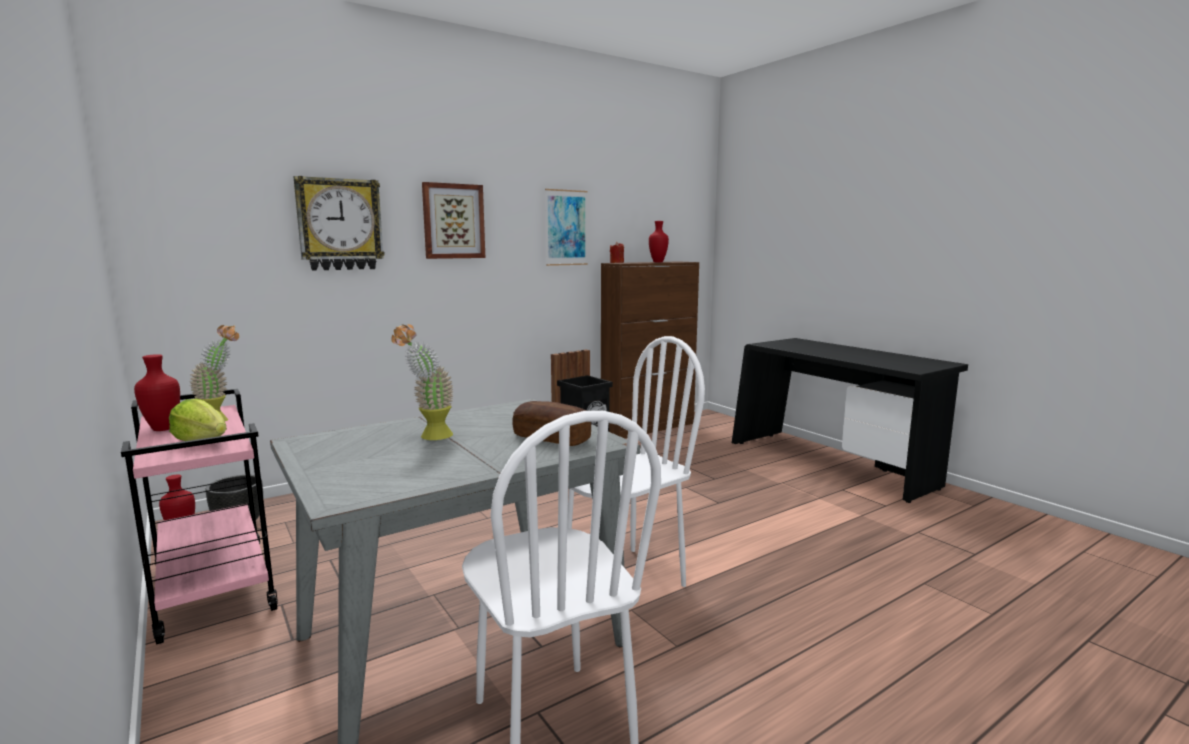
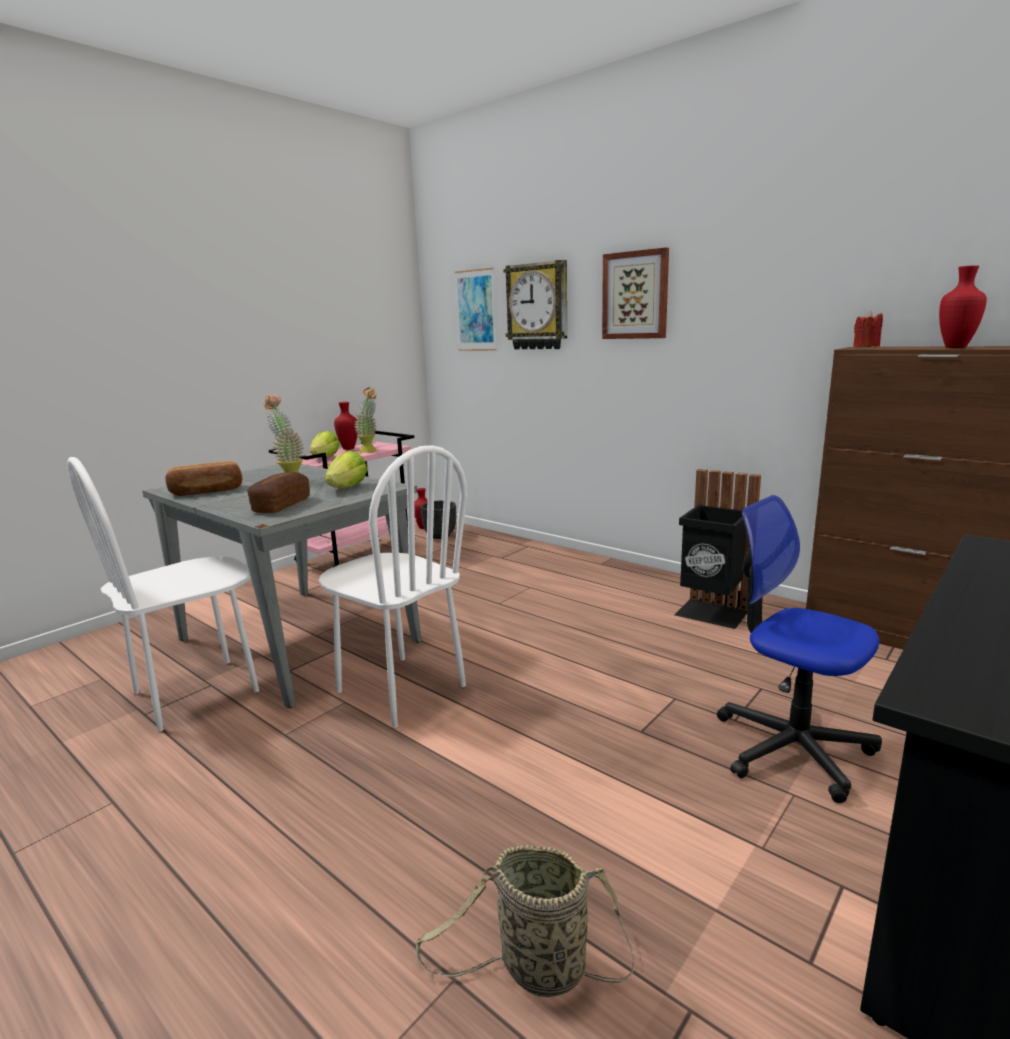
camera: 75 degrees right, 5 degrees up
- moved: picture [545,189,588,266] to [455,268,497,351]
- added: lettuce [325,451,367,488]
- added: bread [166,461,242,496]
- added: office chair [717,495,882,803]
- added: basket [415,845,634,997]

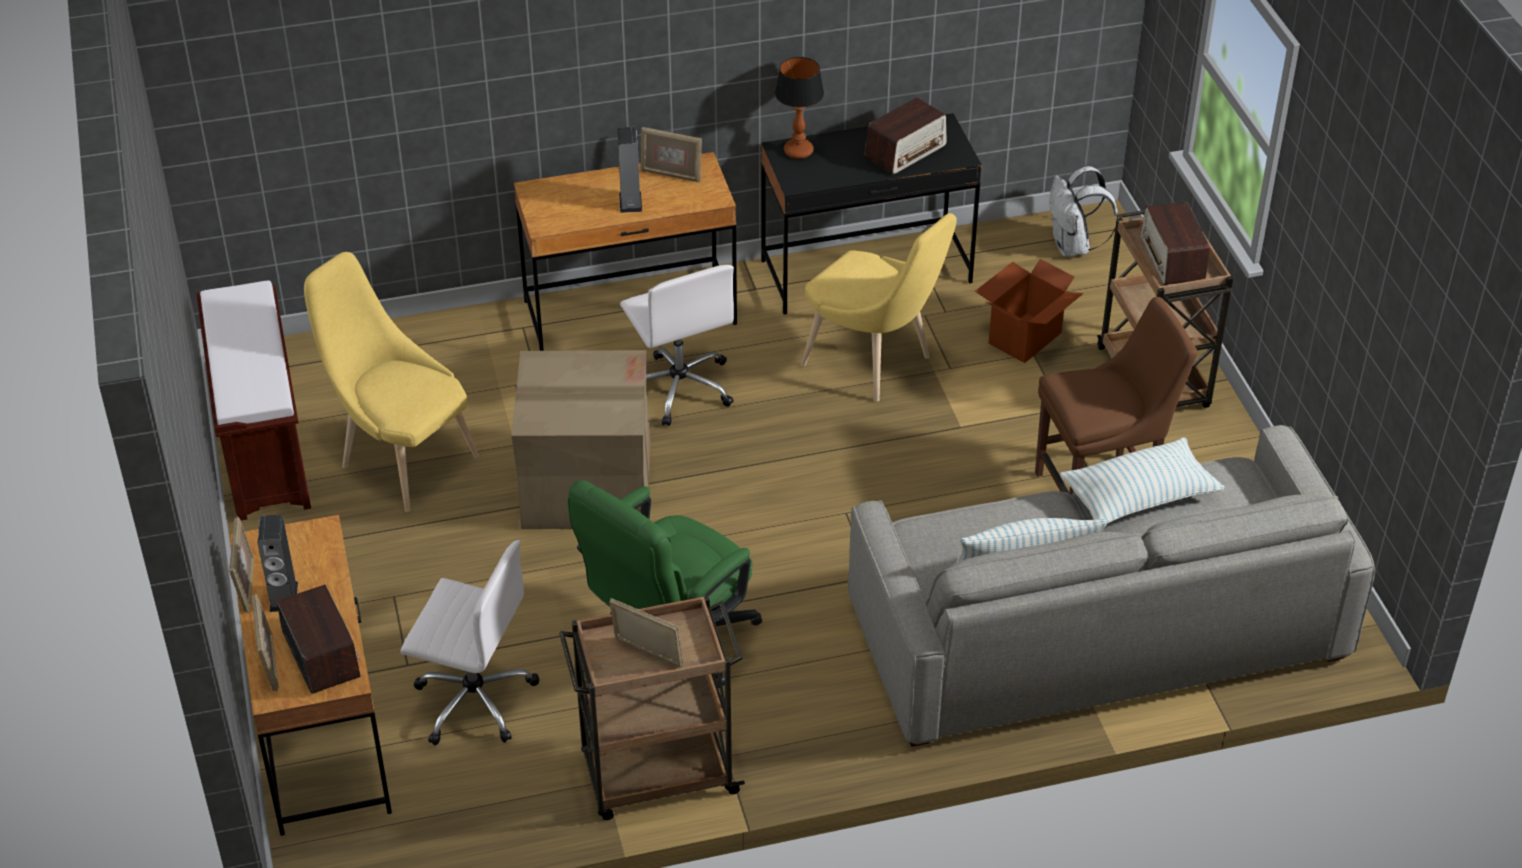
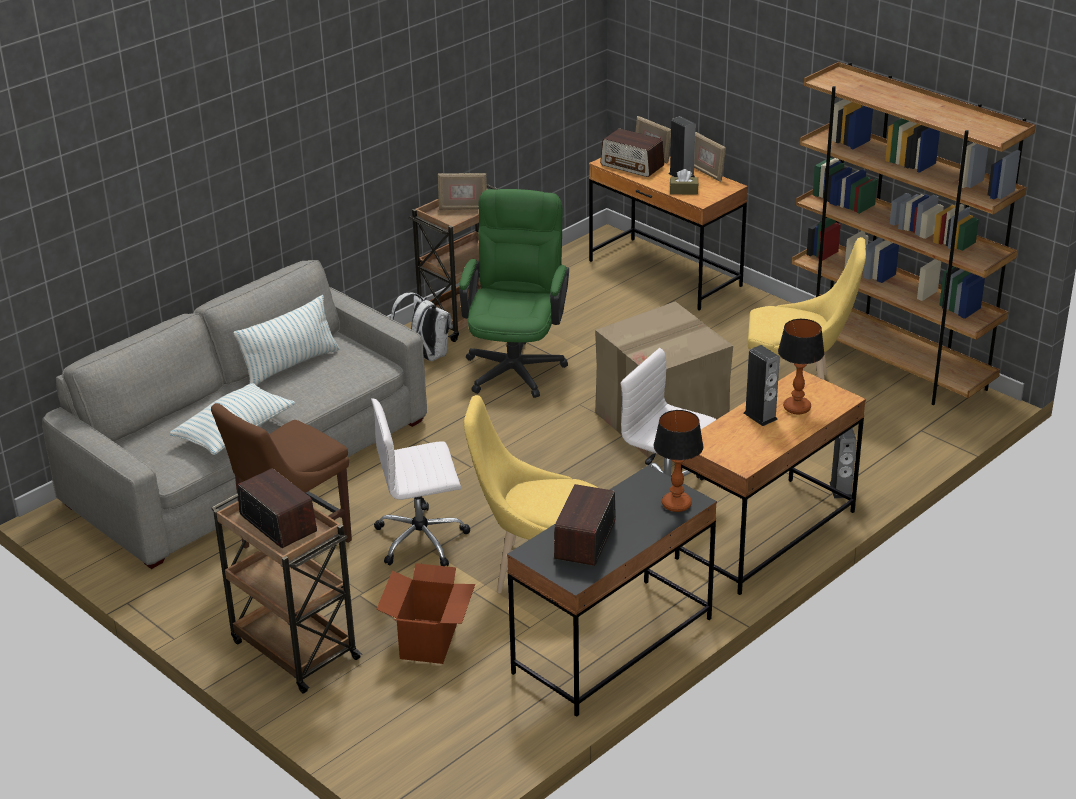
camera: 150 degrees right, 10 degrees down
- removed: picture frame [641,127,702,183]
- moved: white backpack [1049,166,1118,257] to [391,292,453,361]
- replaced: brown bench [196,281,311,520] to brown bookcase [792,62,1036,405]
- moved: white office chair [401,540,540,745] to [371,398,470,566]
- added: brown tissue box [670,169,699,195]
- added: table lamp [778,319,824,414]
- added: speaker [829,428,857,498]

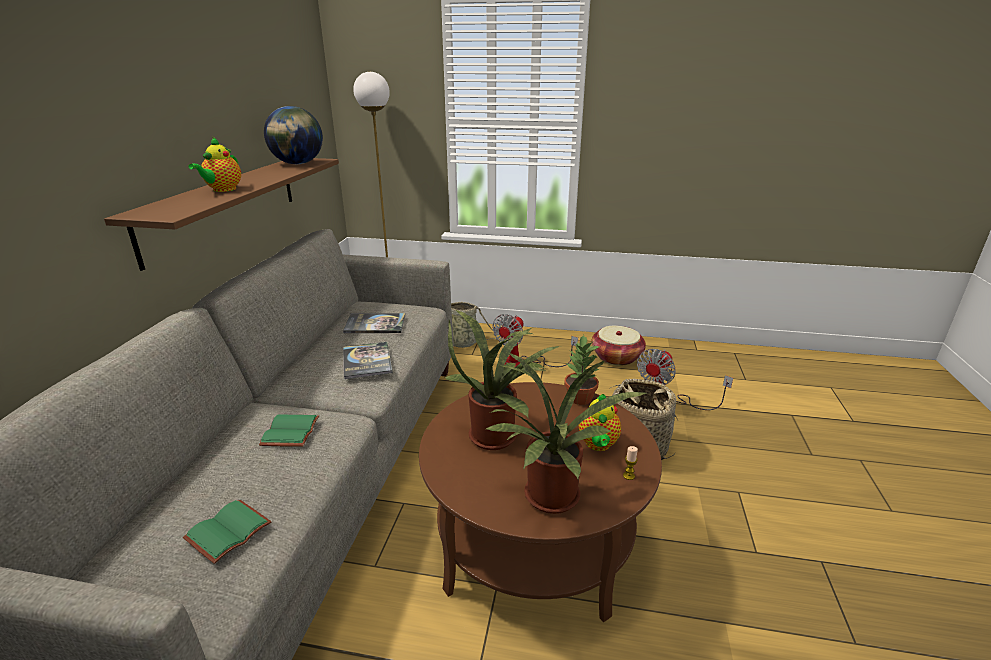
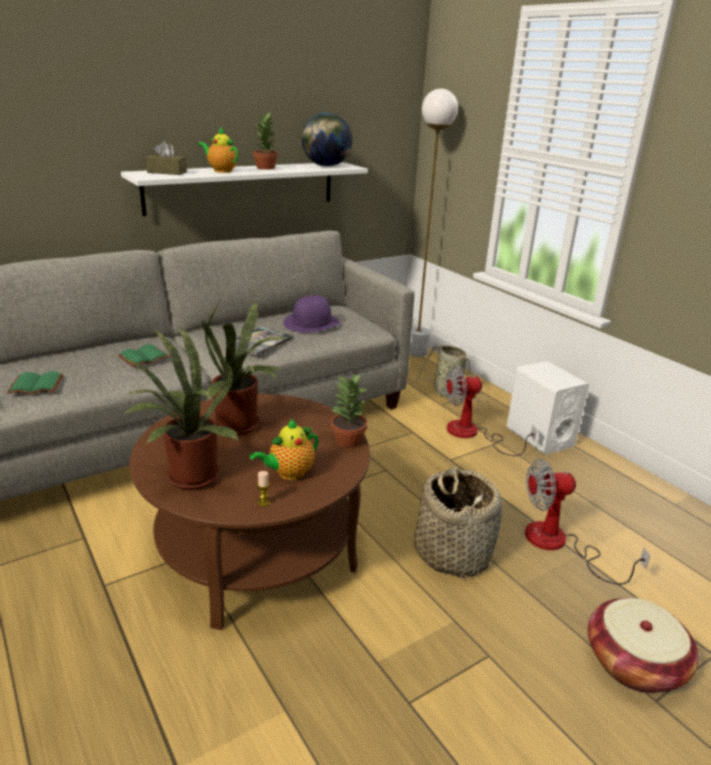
camera: 45 degrees right, 0 degrees up
- turned: teapot [188,137,241,192] = [198,127,239,173] 60 degrees clockwise
- recoloured: brown shelf [104,158,339,271] to white shelf [121,162,368,216]
- replaced: book [343,313,405,333] to purple hat [283,295,340,333]
- moved: basket [591,326,646,366] to [588,598,699,693]
- added: potted plant [253,113,278,170]
- added: brown tissue box [146,141,187,175]
- added: white speaker [507,361,589,455]

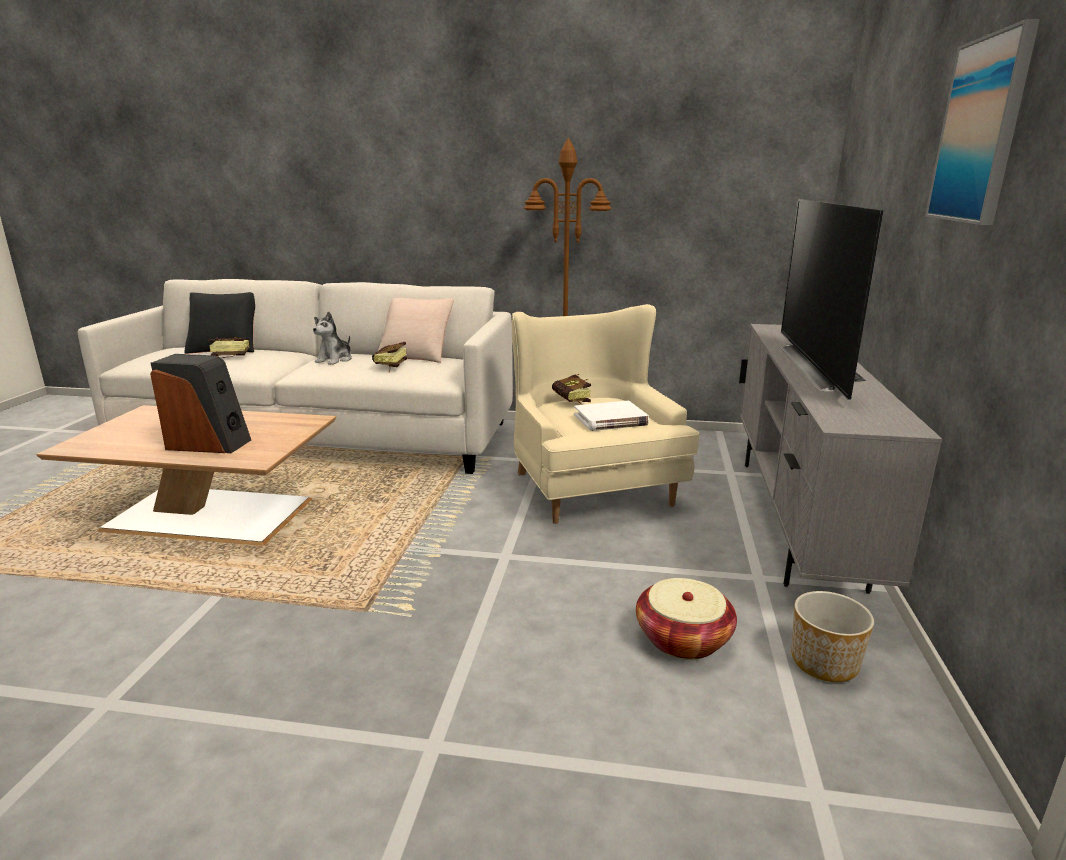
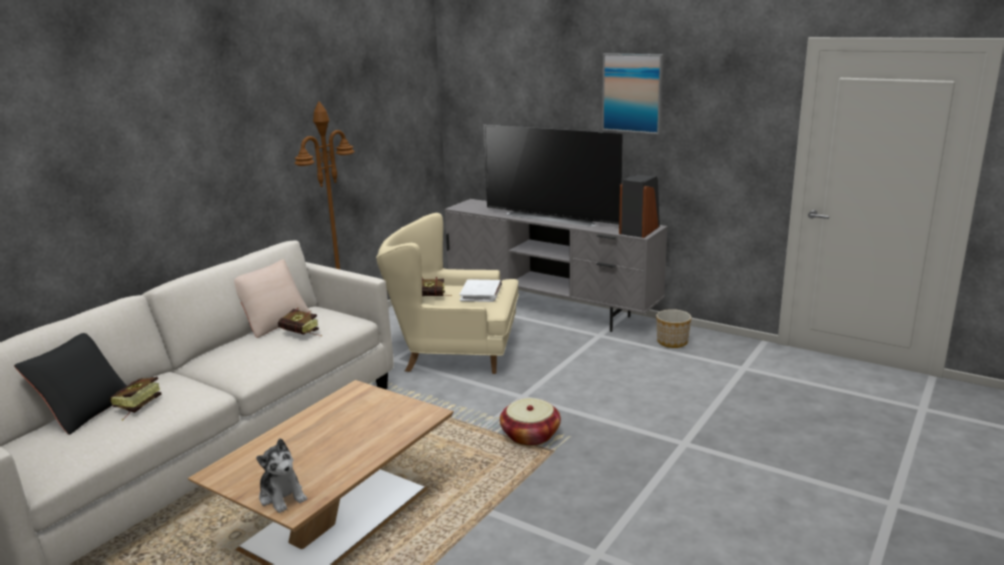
camera: 65 degrees left, 0 degrees up
- moved: plush toy [313,312,352,365] to [256,438,307,513]
- moved: speaker [150,354,251,453] to [619,174,660,238]
- moved: basket [636,578,737,660] to [500,398,561,446]

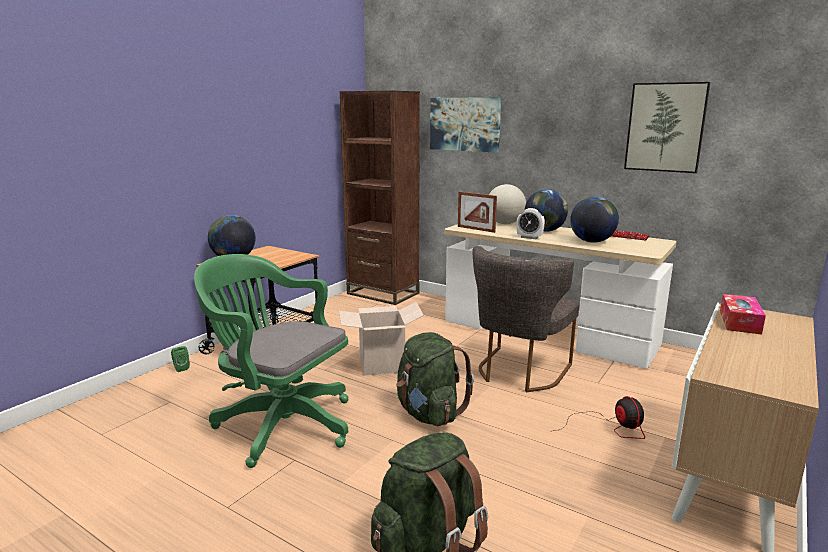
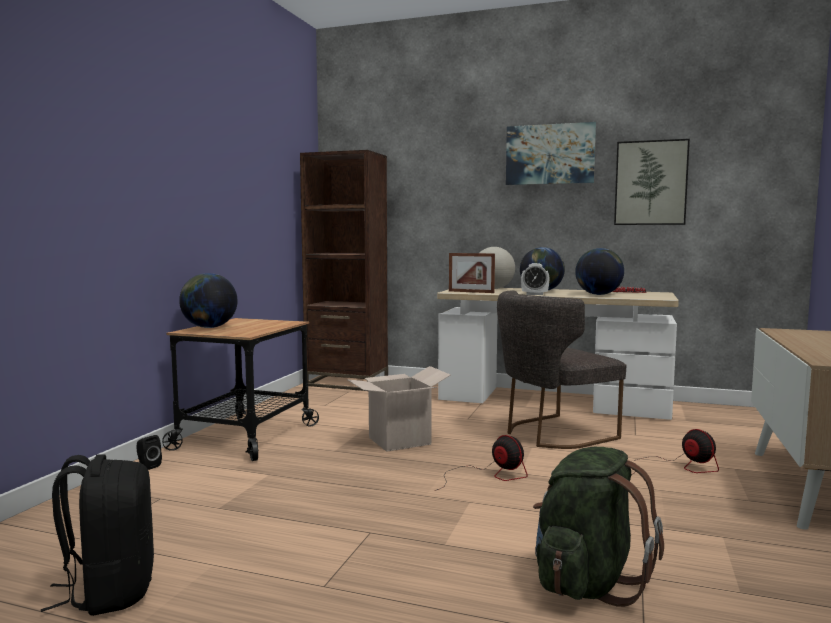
camera: 15 degrees left, 10 degrees down
- moved: picture [430,97,501,153] to [506,122,596,185]
- turned: grey chair [472,246,580,392] = [497,290,626,449] 45 degrees clockwise
- removed: green office chair [194,254,349,468]
- removed: tissue box [720,294,766,335]
- replaced: green backpack [396,332,474,426] to fan [435,435,528,491]
- recoloured: green speaker [171,346,190,372] to black speaker [136,435,162,470]
- added: black backpack [41,455,154,616]

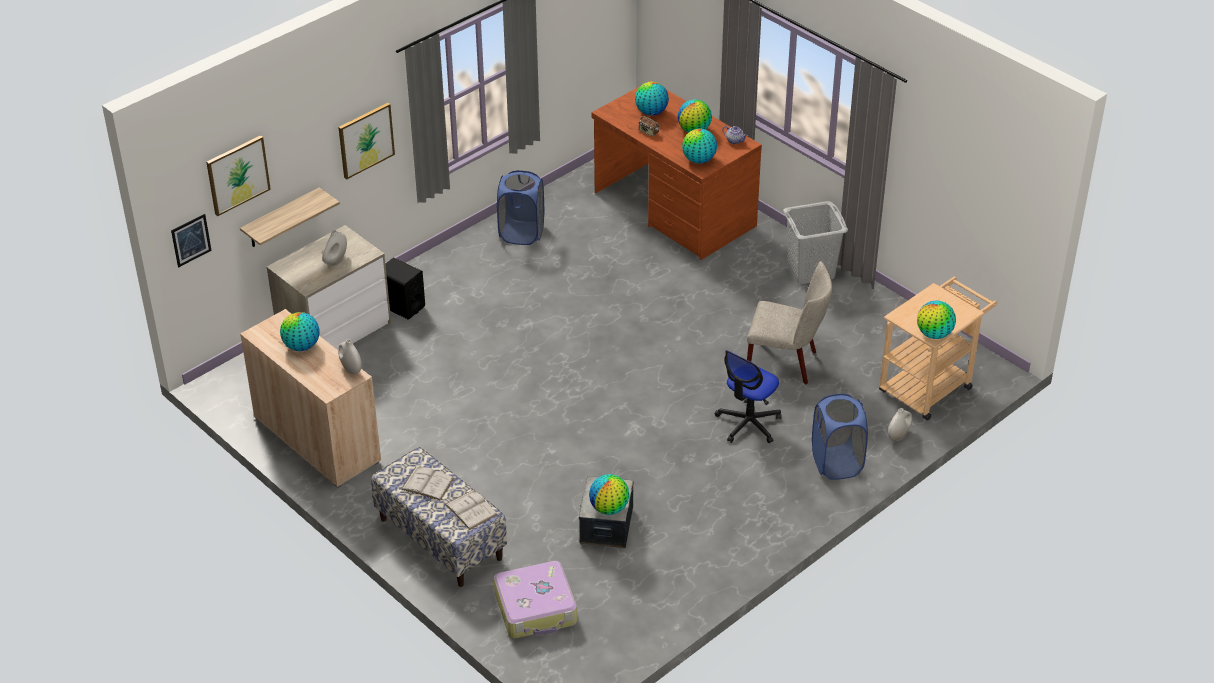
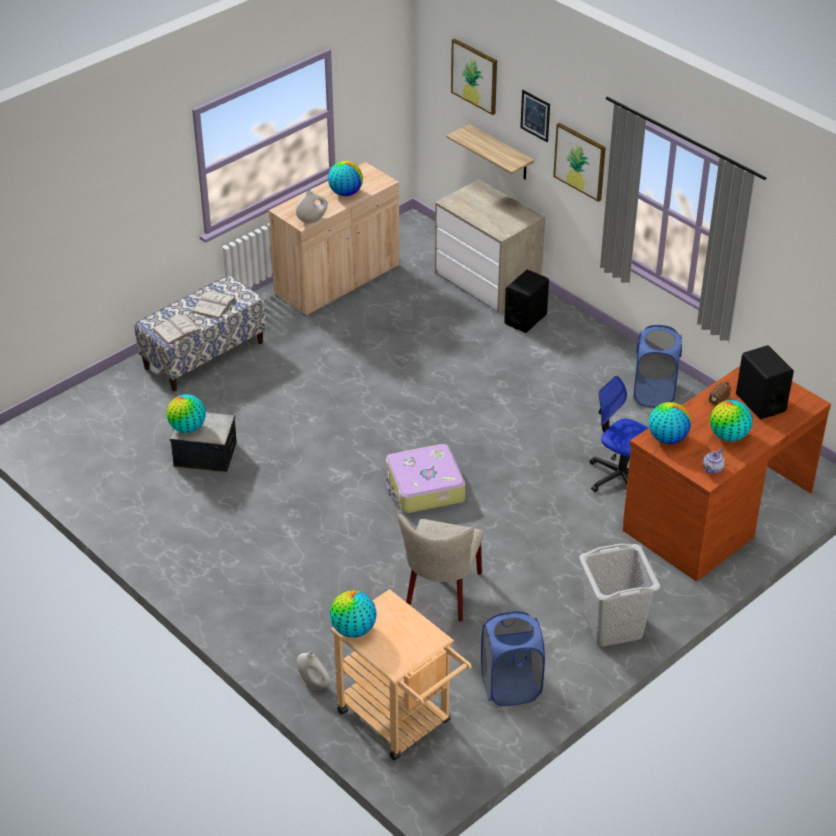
camera: 90 degrees right, 0 degrees up
- replaced: globe [635,81,669,116] to black speaker [736,345,794,419]
- moved: picture [171,214,212,267] to [520,90,550,142]
- removed: white vase [322,230,347,266]
- moved: office chair [715,350,782,443] to [589,376,648,492]
- moved: blue laundry basket [812,394,868,480] to [481,611,545,706]
- moved: suitcase [494,561,577,639] to [386,444,465,513]

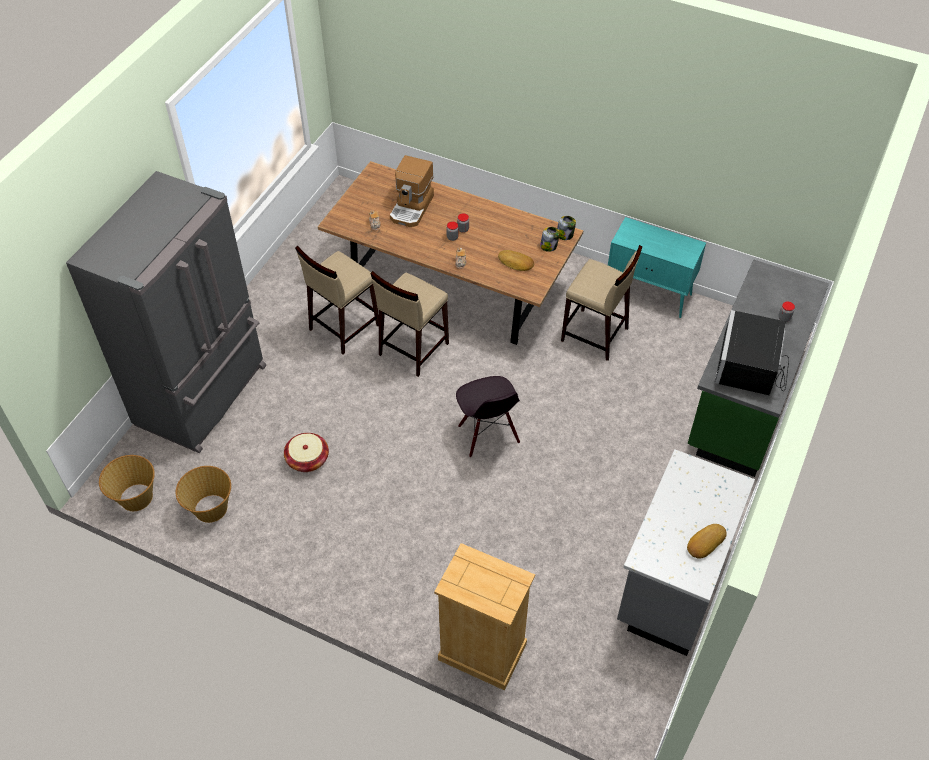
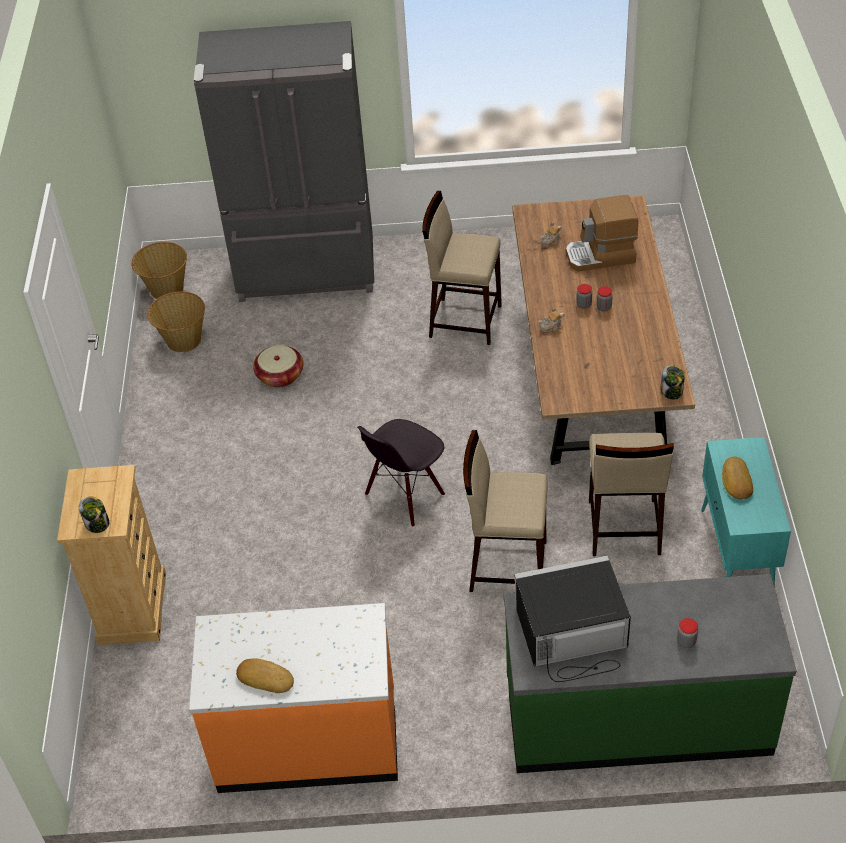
camera: 65 degrees right, 5 degrees down
- moved: jar [540,227,560,252] to [79,496,109,533]
- moved: bread [498,250,534,271] to [722,457,753,499]
- moved: beige stool [370,271,449,377] to [463,430,548,592]
- recoloured: grey counter [617,449,755,656] to orange counter [189,603,398,793]

